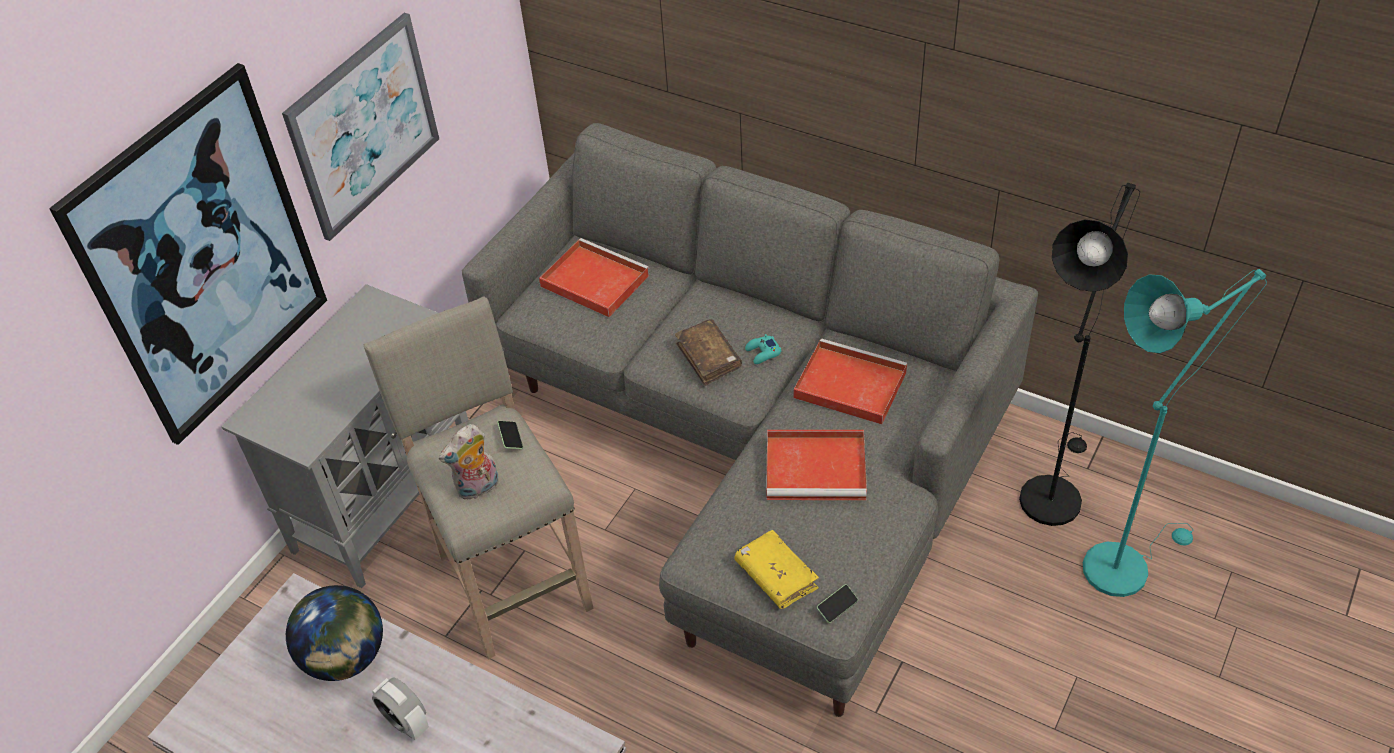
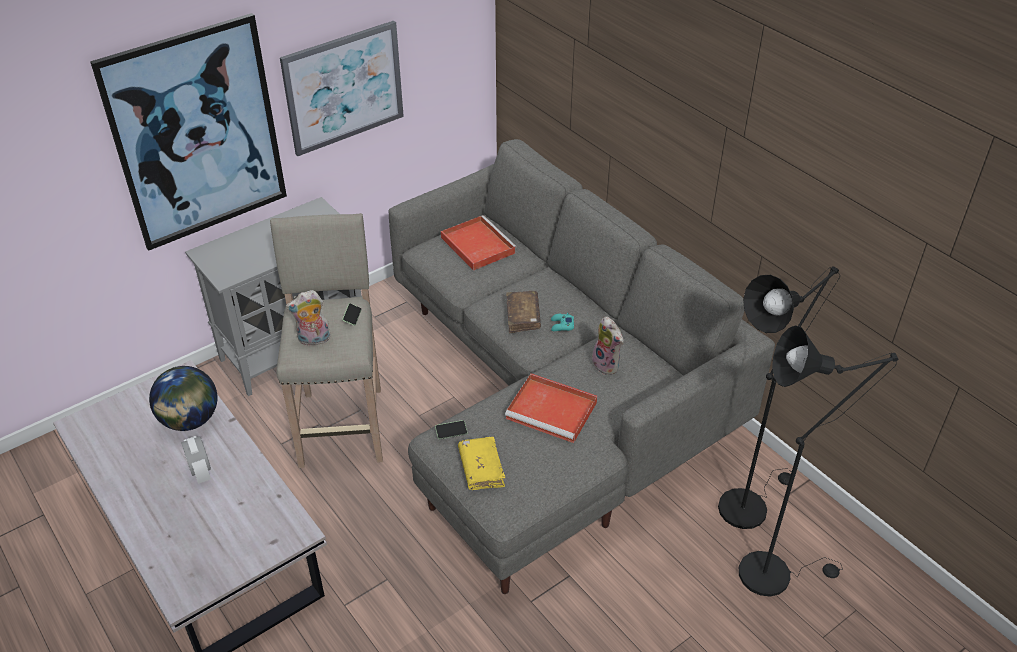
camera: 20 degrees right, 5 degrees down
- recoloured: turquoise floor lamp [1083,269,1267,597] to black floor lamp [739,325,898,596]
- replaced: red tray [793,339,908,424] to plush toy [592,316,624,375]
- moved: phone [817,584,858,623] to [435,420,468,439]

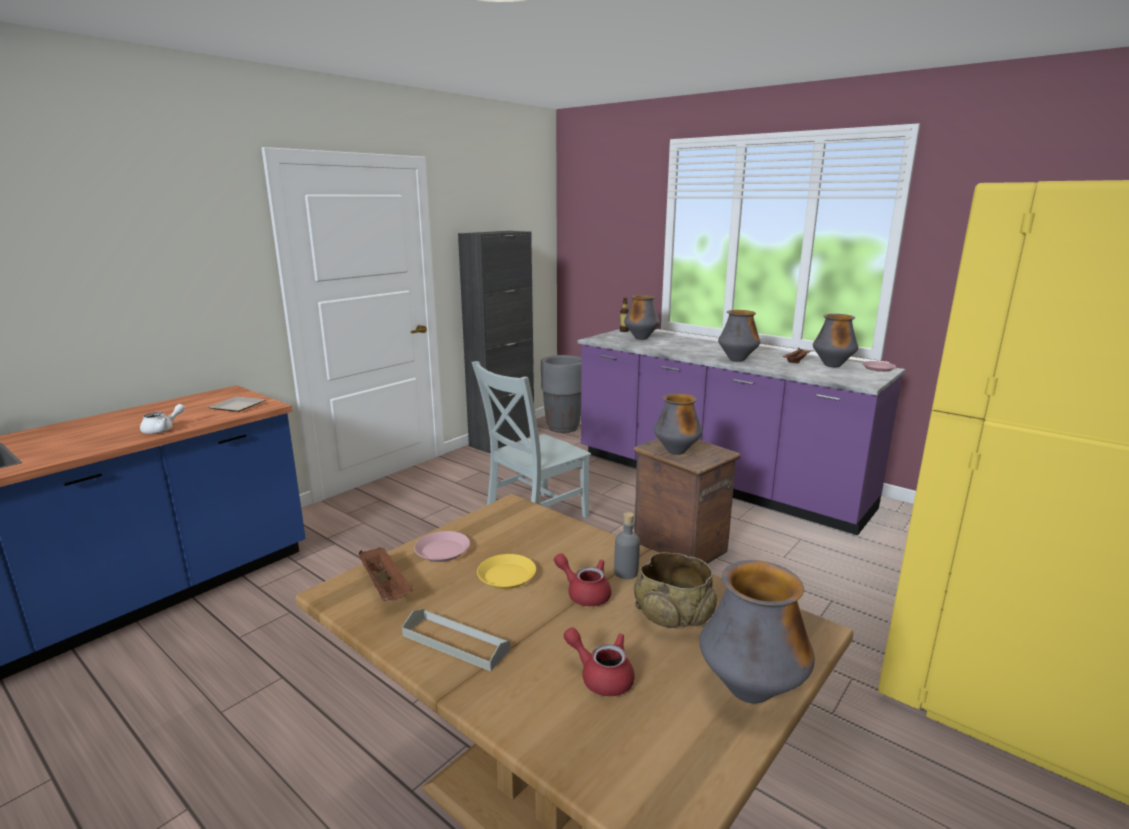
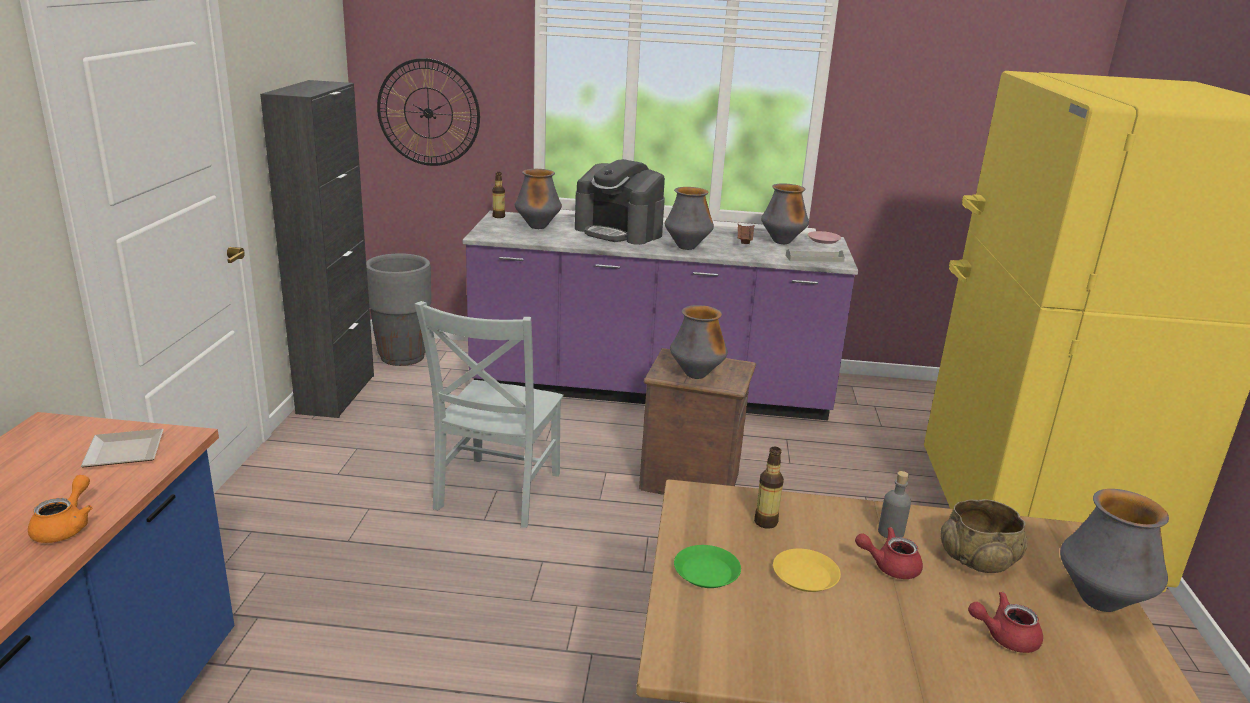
camera: 35 degrees left, 5 degrees up
- recoloured: white teapot [140,404,185,434] to orange teapot [28,475,92,543]
- recoloured: pink plate [414,531,470,562] to green plate [674,545,741,588]
- removed: brown tray [359,547,413,601]
- moved: grey tray [402,609,510,671] to [786,249,845,262]
- added: wall clock [377,58,480,166]
- added: coffee machine [575,159,665,245]
- added: bottle [754,447,784,529]

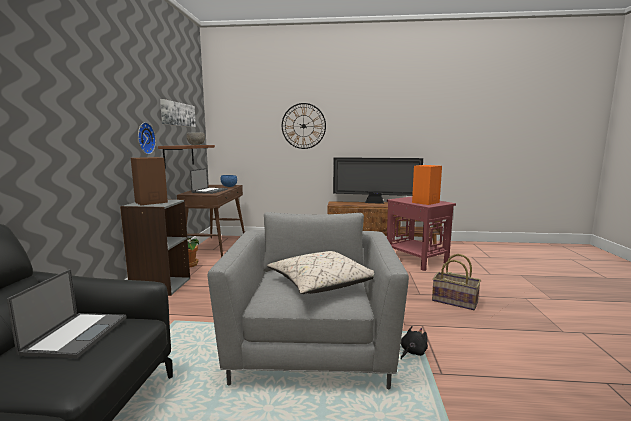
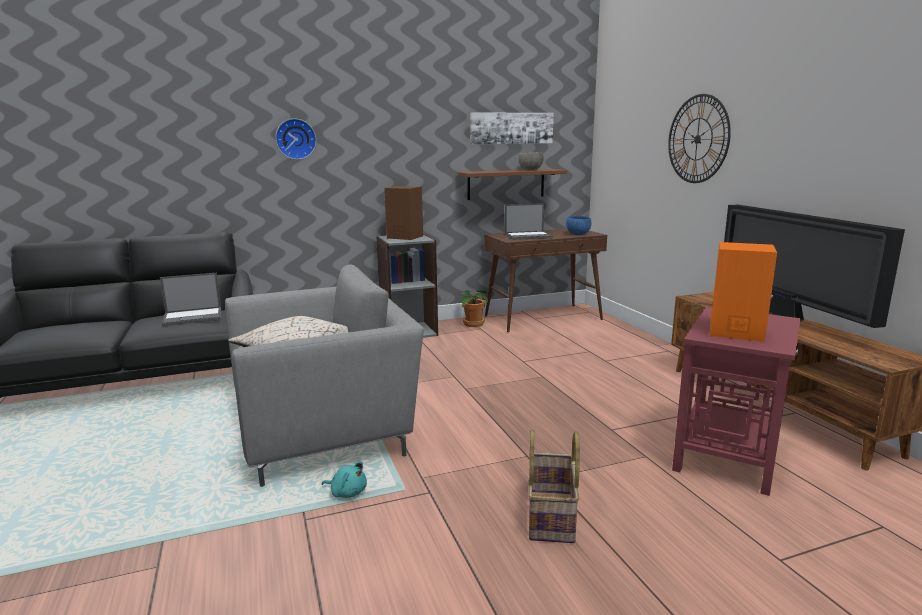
camera: 65 degrees right, 5 degrees up
- moved: wall clock [138,122,156,154] to [275,118,316,160]
- recoloured: black plush toy [401,326,428,359] to turquoise plush toy [322,462,367,498]

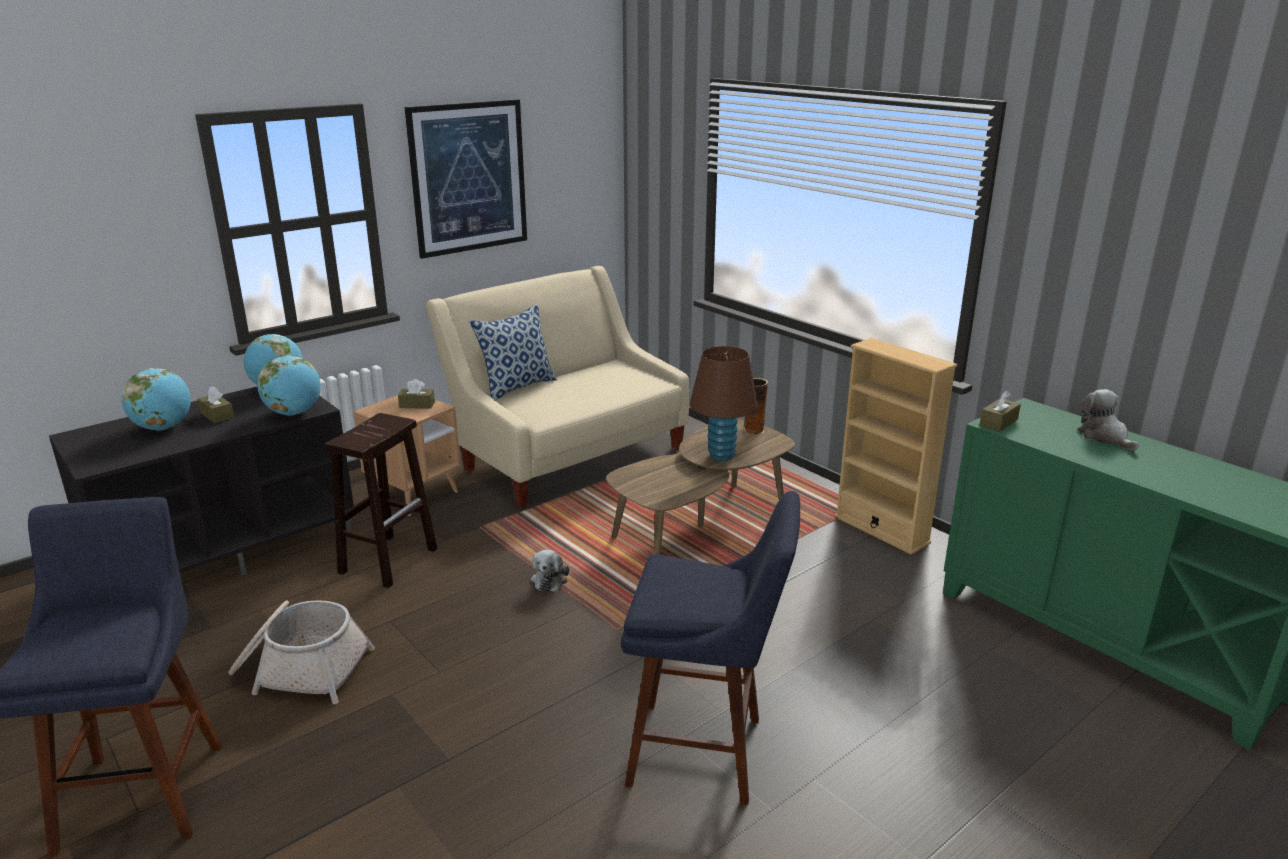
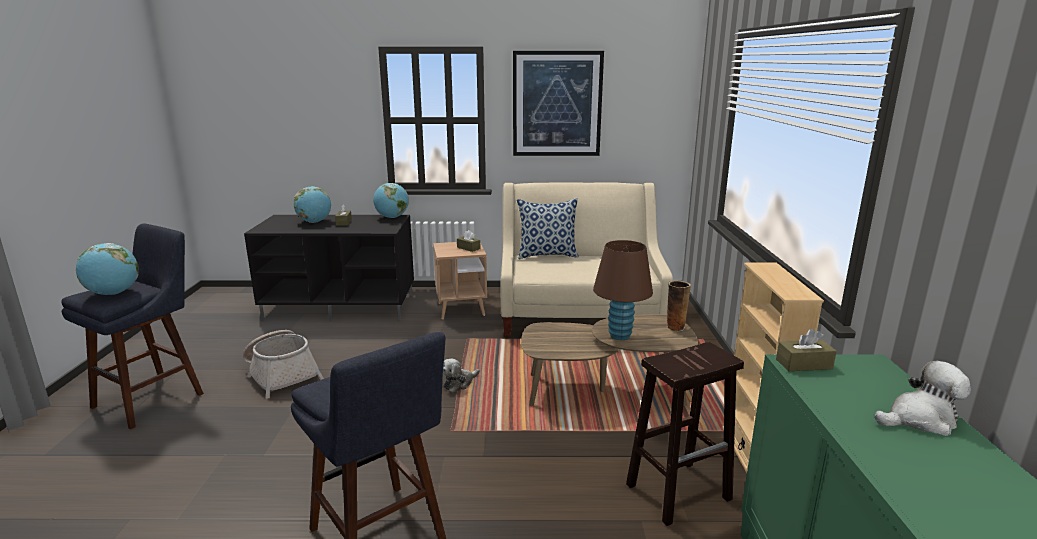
camera: 40 degrees right, 5 degrees down
- moved: globe [257,355,321,416] to [76,243,139,295]
- turned: plush toy [1077,389,1139,451] = [874,361,971,436] 60 degrees clockwise
- moved: brown stool [325,413,437,588] to [626,342,744,526]

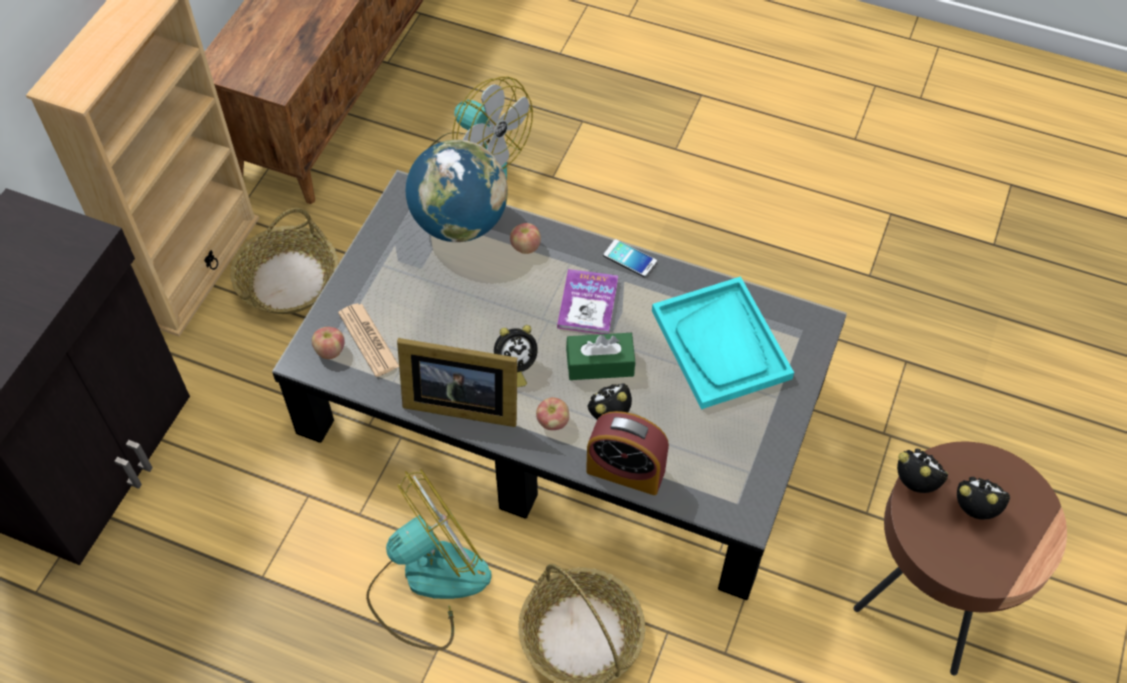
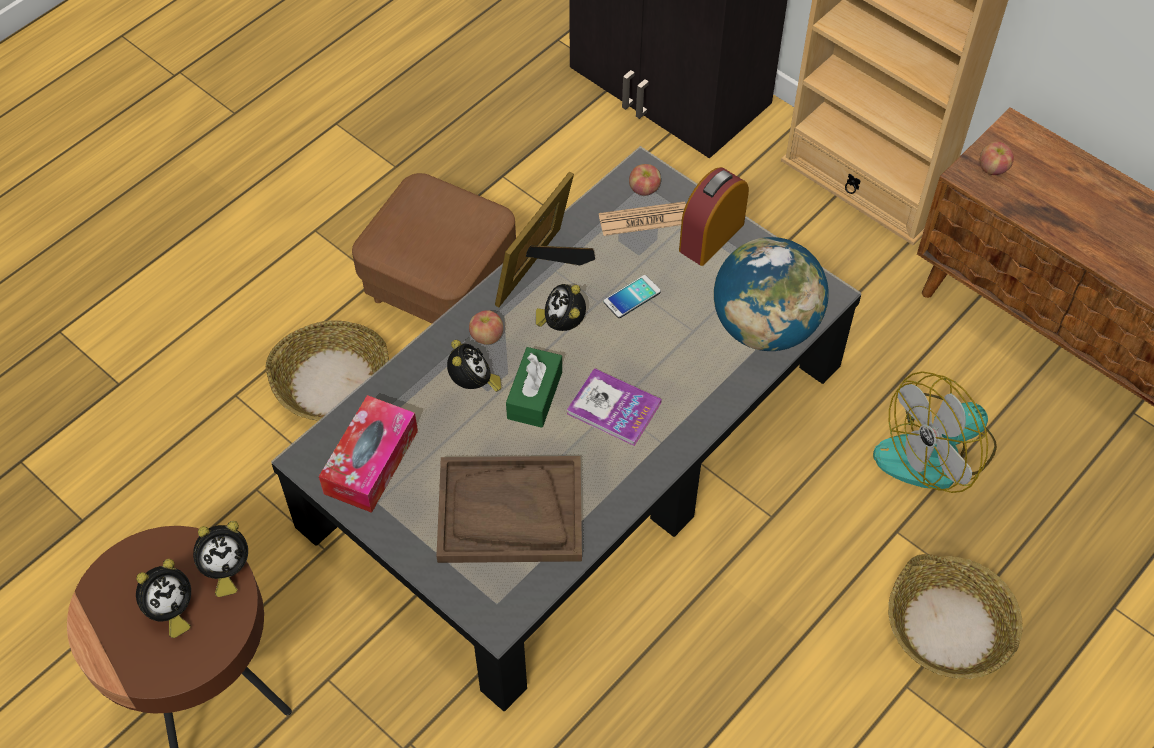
camera: 110 degrees right, 0 degrees up
- moved: basket [230,208,338,314] to [888,554,1023,679]
- moved: apple [510,223,541,254] to [980,142,1014,175]
- moved: phone [603,239,657,277] to [603,275,661,318]
- recoloured: turquoise tray [652,276,794,409] to brown tray [437,456,582,563]
- moved: alarm clock [586,411,669,495] to [679,167,749,266]
- replaced: fan [366,469,492,651] to brown ottoman [352,173,516,323]
- added: tissue box [319,395,418,513]

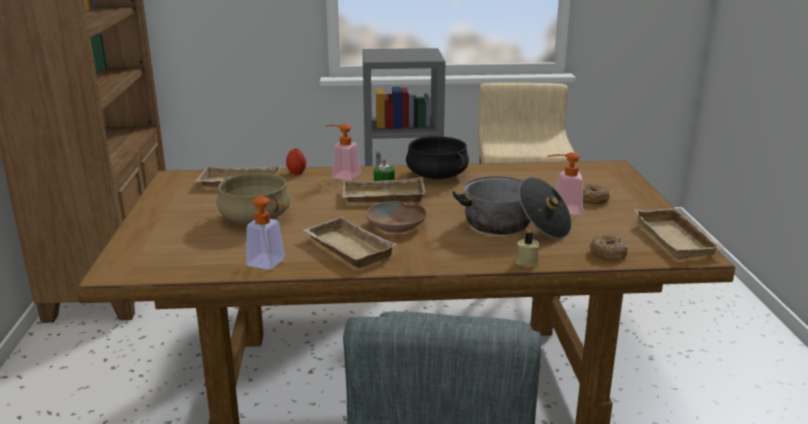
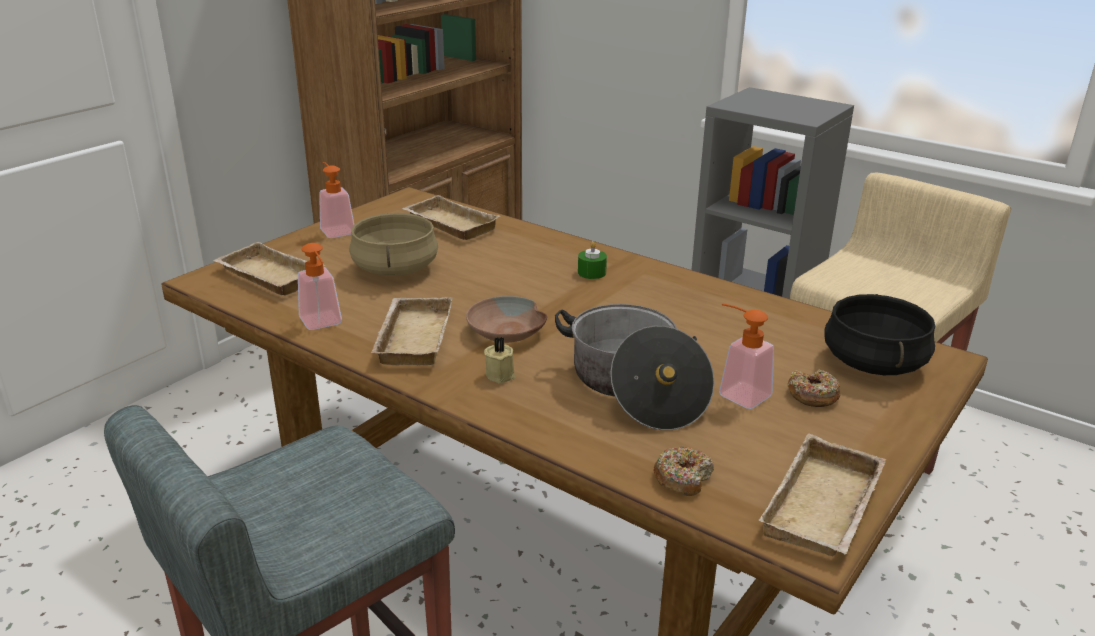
camera: 40 degrees right, 5 degrees up
- moved: soap dispenser [325,124,361,181] to [319,162,354,238]
- moved: black cooking pot [406,136,469,179] to [825,294,935,375]
- removed: apple [286,149,306,175]
- moved: beige tray [342,177,426,203] to [213,242,325,295]
- moved: beige candle [515,232,539,267] to [484,337,515,383]

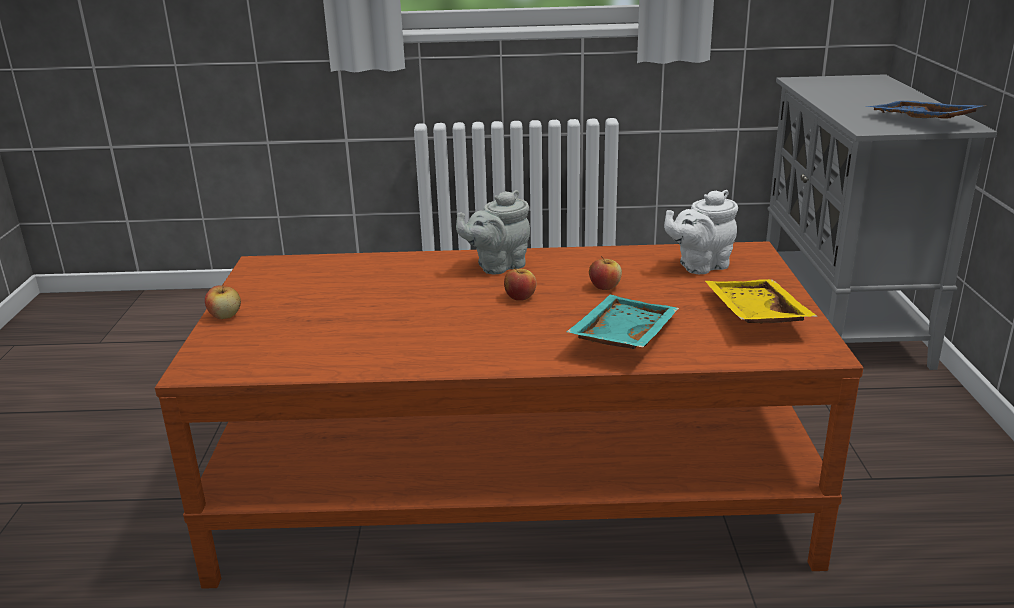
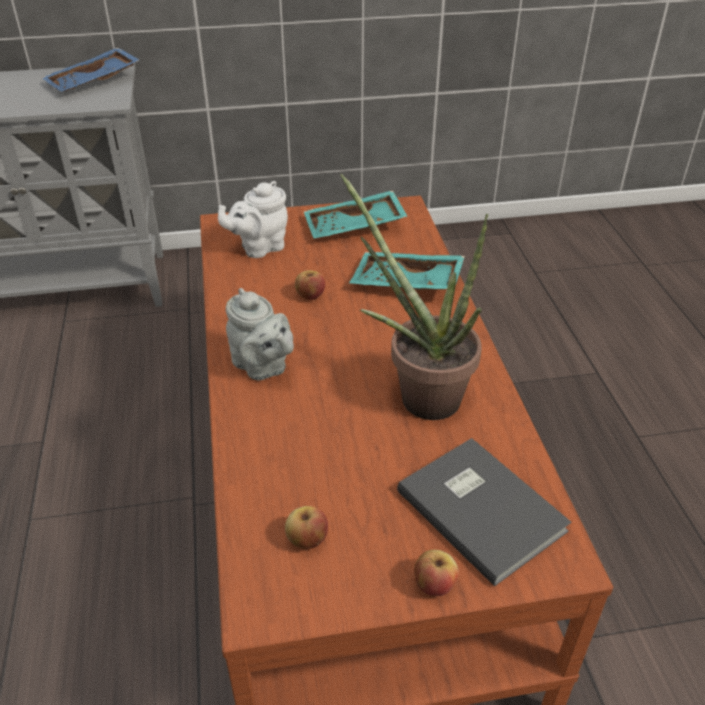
camera: 100 degrees left, 15 degrees up
- turned: white teapot [664,190,738,274] = [218,181,288,258] 90 degrees clockwise
- moved: apple [504,267,537,301] to [285,506,328,549]
- recoloured: yellow tray [705,279,818,324] to turquoise tray [304,190,408,239]
- added: potted plant [340,173,488,420]
- added: grey book [397,438,571,587]

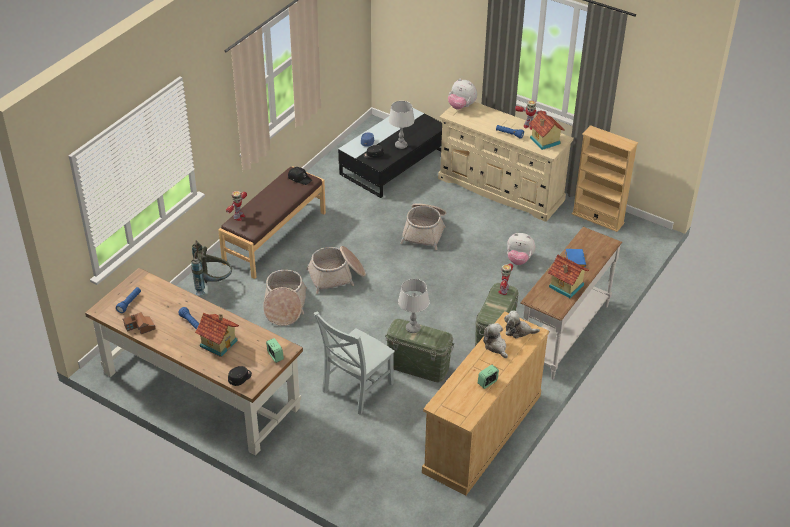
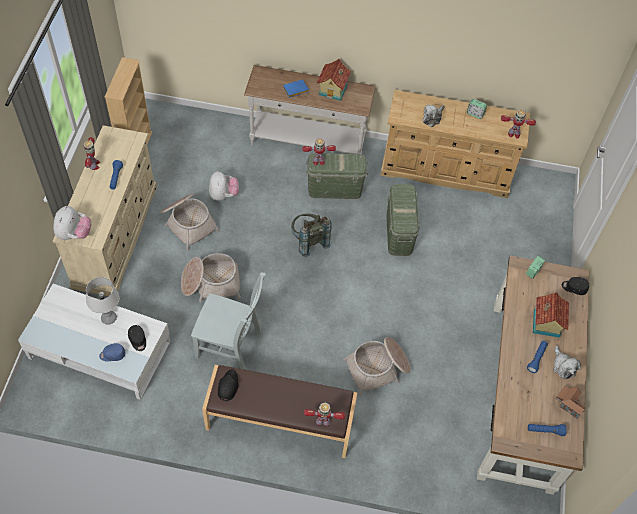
camera: 115 degrees left, 15 degrees up
- recoloured: black coffee table [338,107,442,198] to white coffee table [18,284,170,400]
- removed: toy house [529,110,565,150]
- moved: grey backpack [191,240,232,295] to [291,214,332,257]
- moved: basket [306,246,366,294] to [160,193,220,250]
- removed: grey table lamp [398,279,430,333]
- moved: plush toy [504,310,540,338] to [553,345,581,379]
- moved: grey chair [314,311,395,415] to [191,273,265,370]
- added: toy robot [501,110,536,139]

